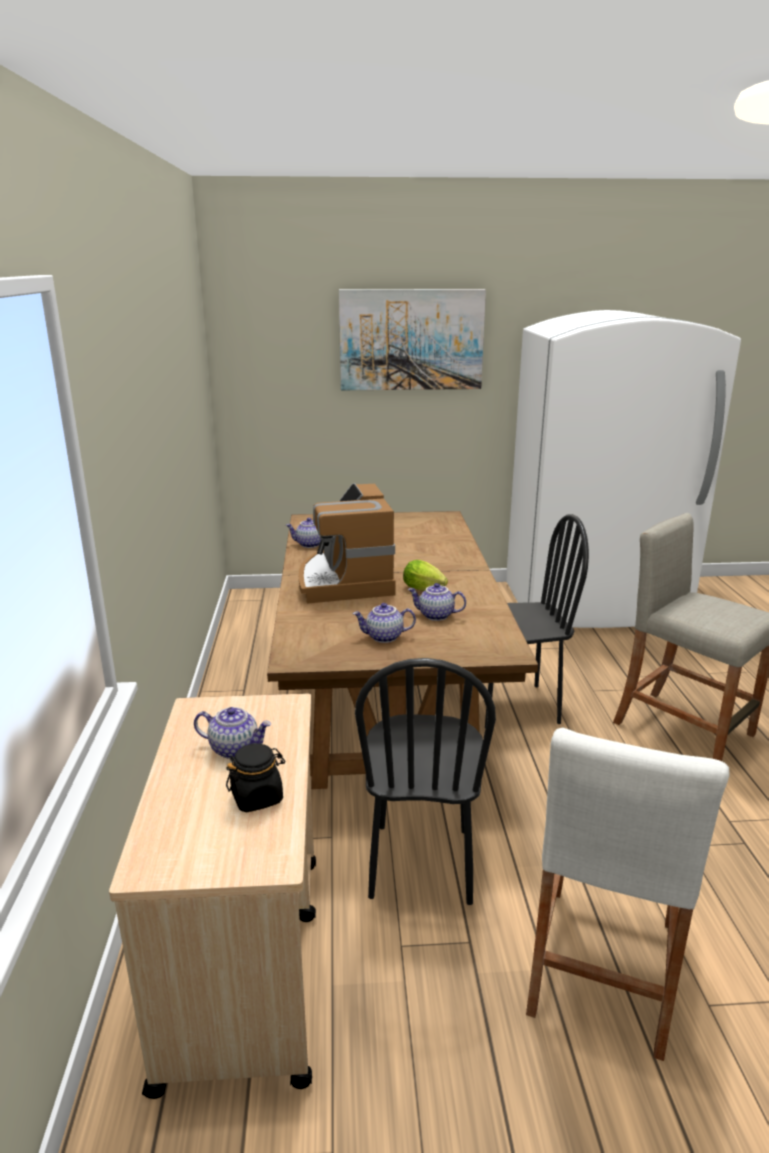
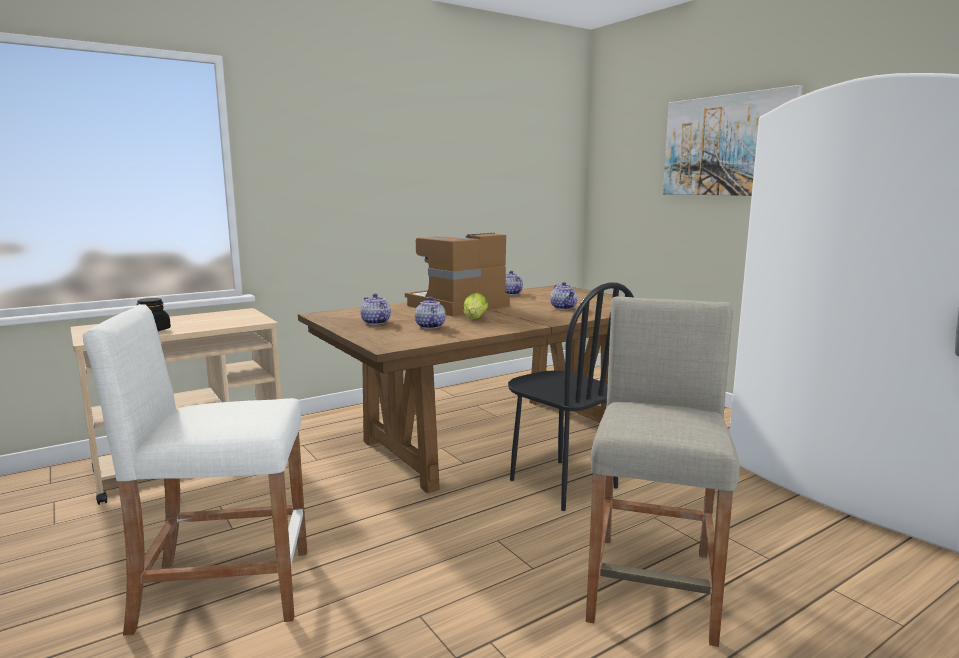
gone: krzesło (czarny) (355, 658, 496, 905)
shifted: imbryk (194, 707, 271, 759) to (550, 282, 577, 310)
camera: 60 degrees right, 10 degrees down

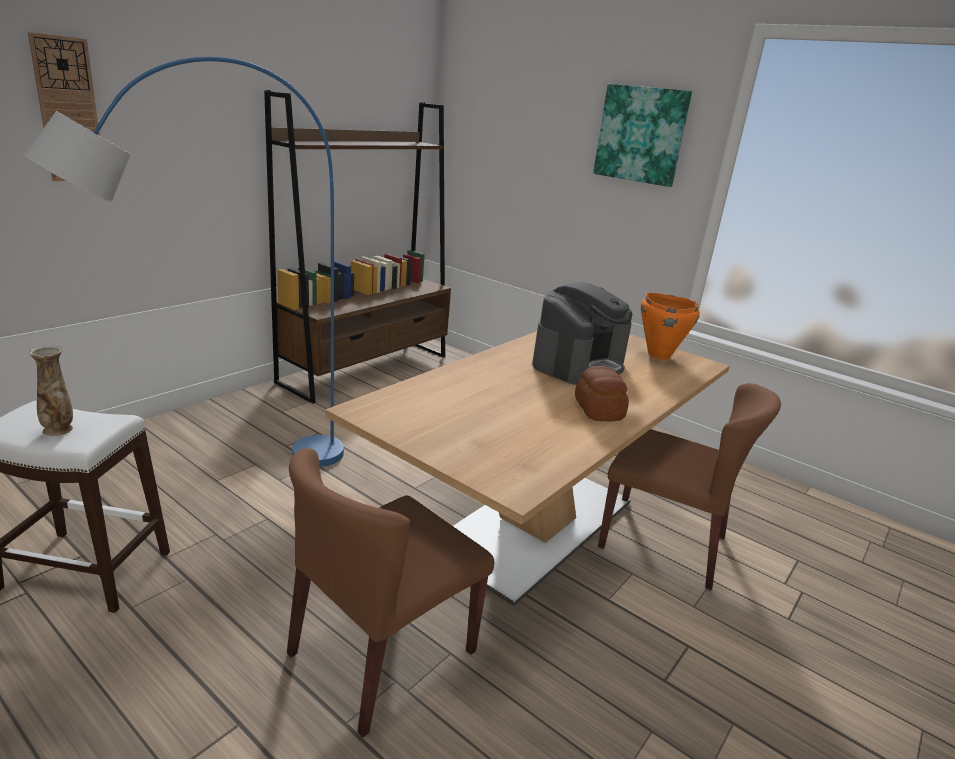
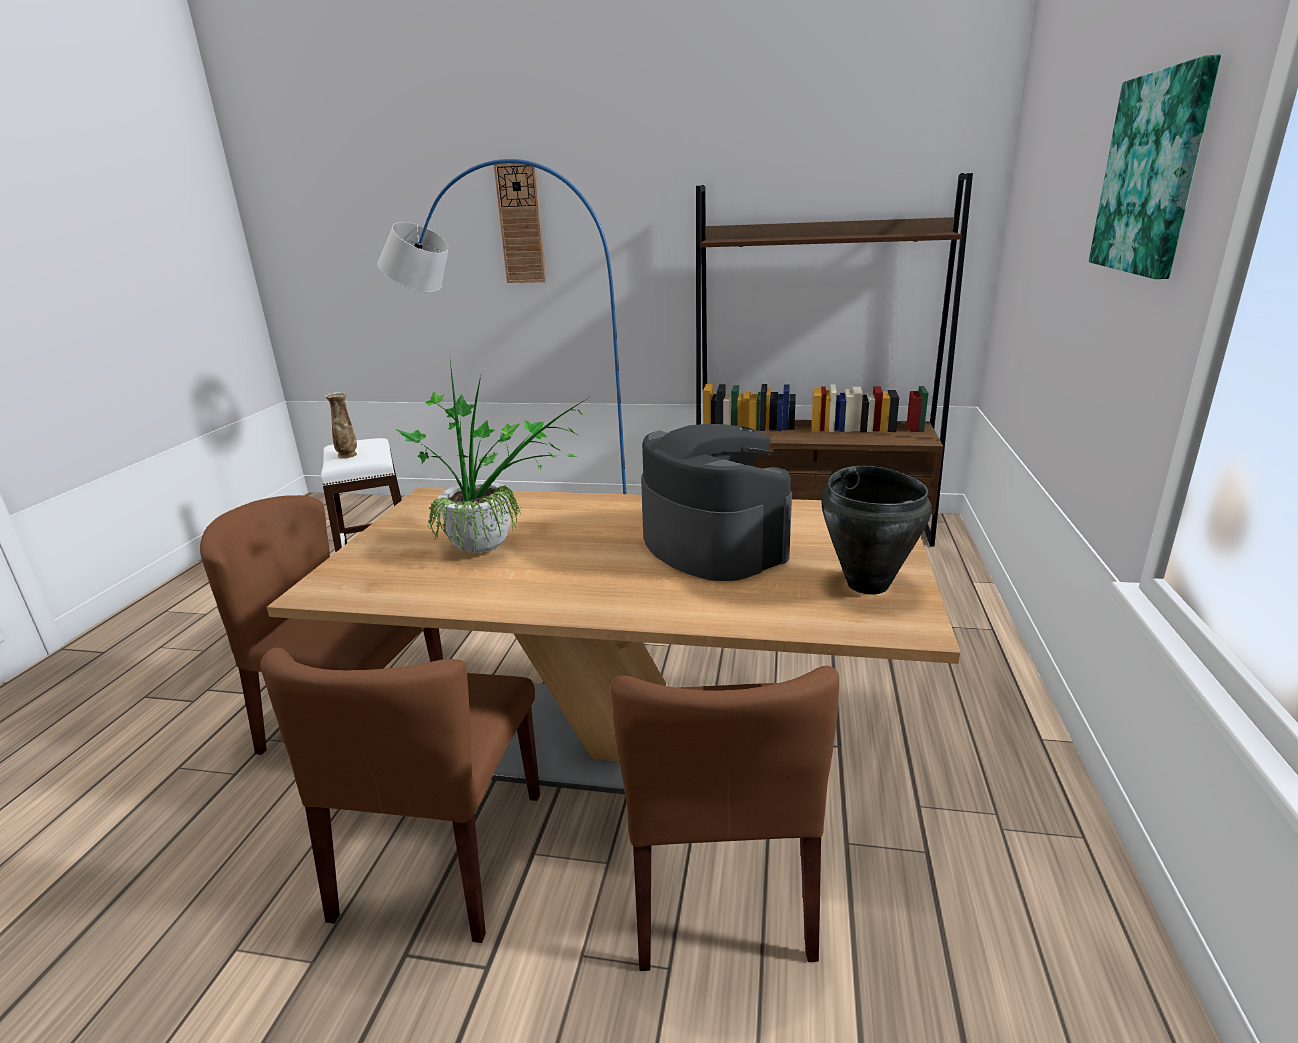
gone: chleb (575, 366, 629, 422)
new: krzesło (brązowy) (260, 647, 540, 943); roślina doniczkowa (396, 361, 586, 553)
repainted: garnek (pomarańczowy) (641, 293, 700, 360) to garnek (czarny) (821, 466, 932, 594)
rotated: ekspres do kawy (532, 281, 632, 385) = (641, 424, 792, 581) 135 degrees counterclockwise
camera: 65 degrees right, 0 degrees up

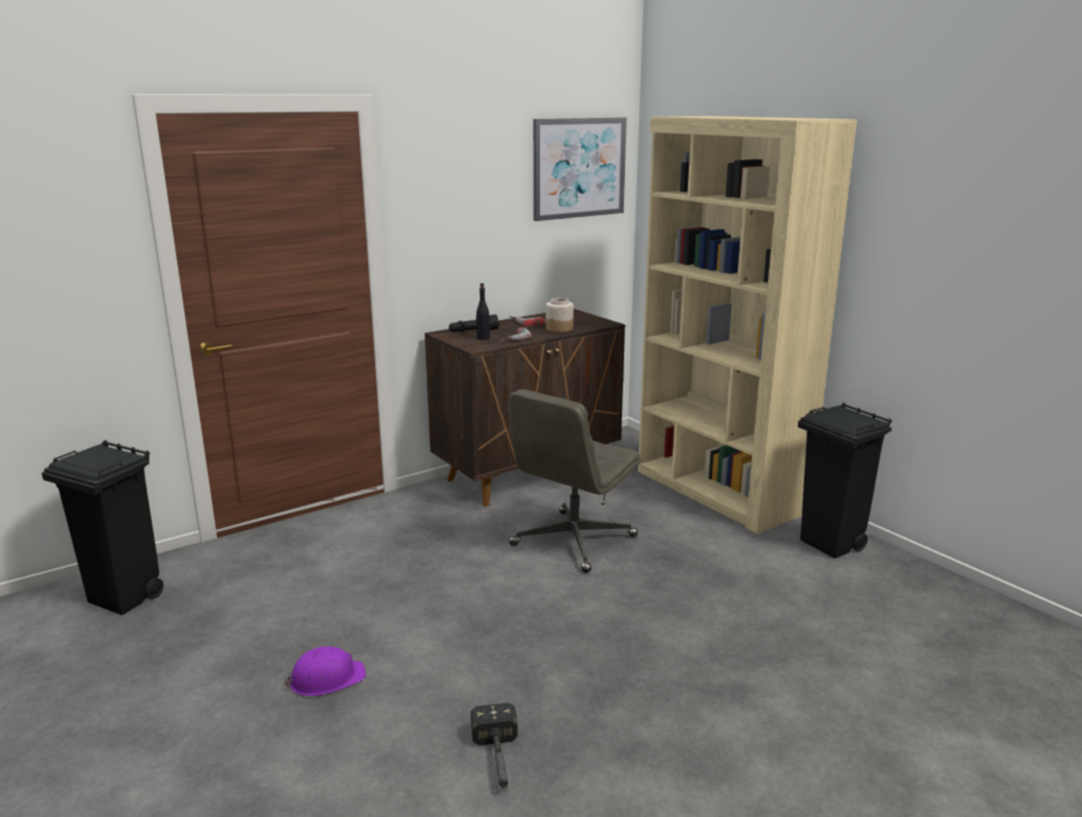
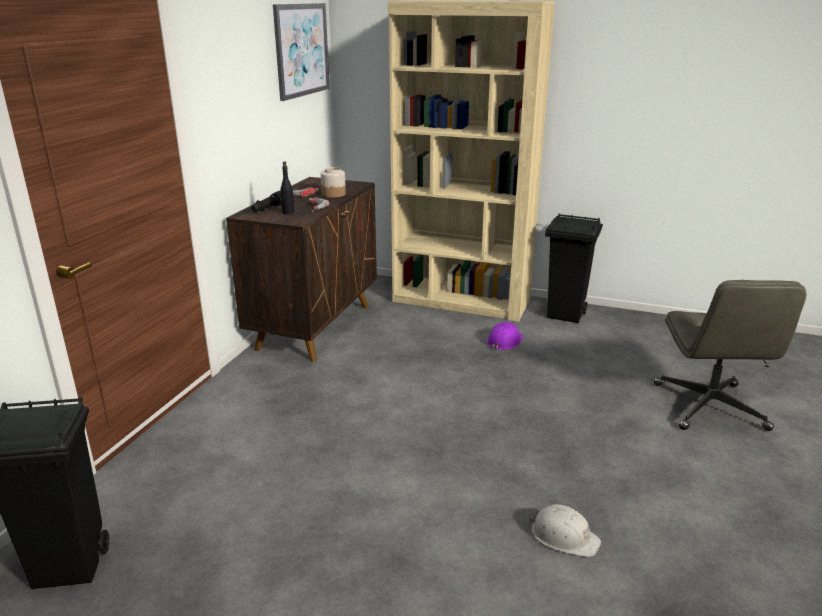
shifted: kask (fioletowy) (285, 647, 366, 696) to (487, 322, 523, 350); krzesło biurowe (szary) (509, 389, 641, 573) to (654, 280, 806, 431)
swapped: młotek (471, 703, 518, 791) to kask (biały) (529, 504, 601, 557)
camera: 35 degrees left, 5 degrees up

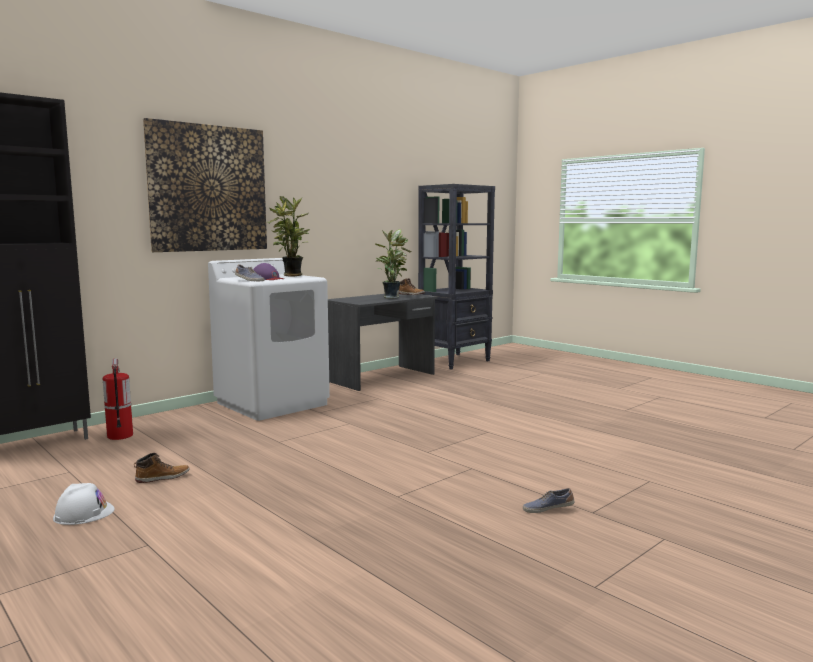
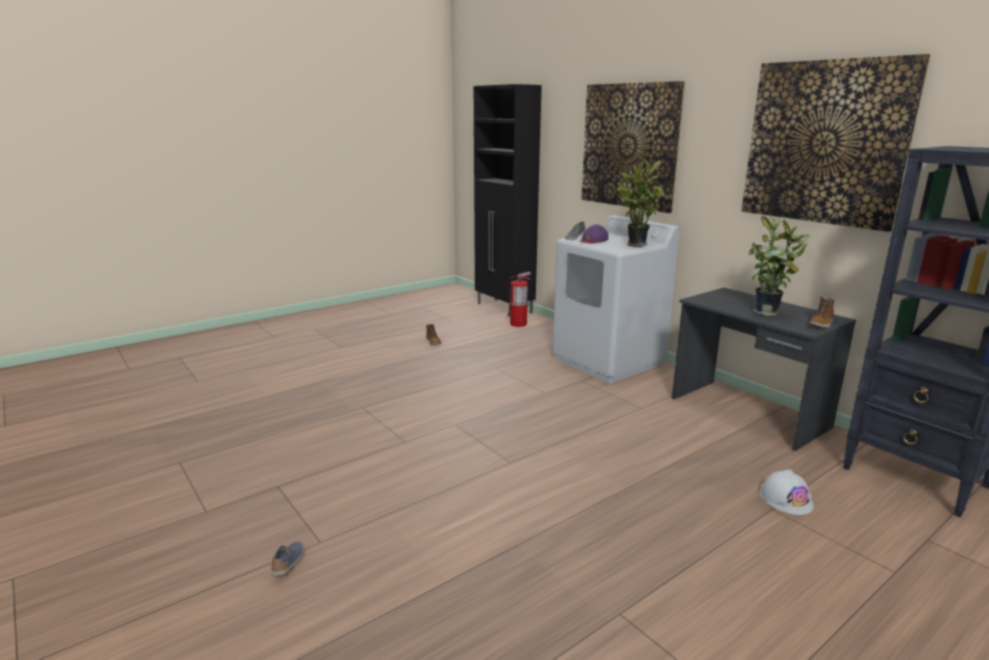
new: obraz (741, 54, 930, 232)
shifted: but (523, 488, 574, 513) to (271, 541, 305, 576); kask (biały) (53, 483, 115, 525) to (760, 469, 814, 515)
camera: 95 degrees right, 10 degrees up

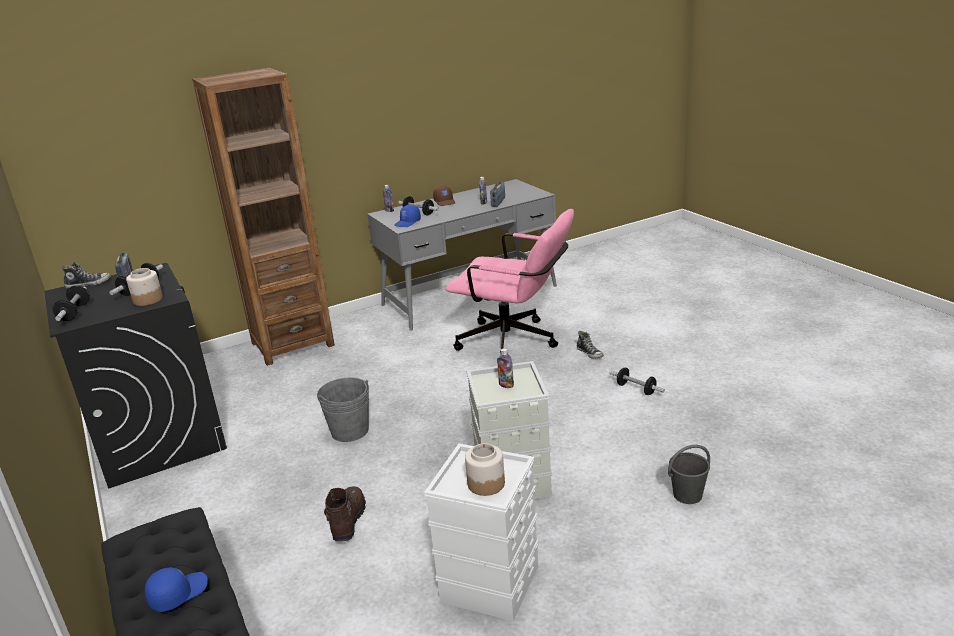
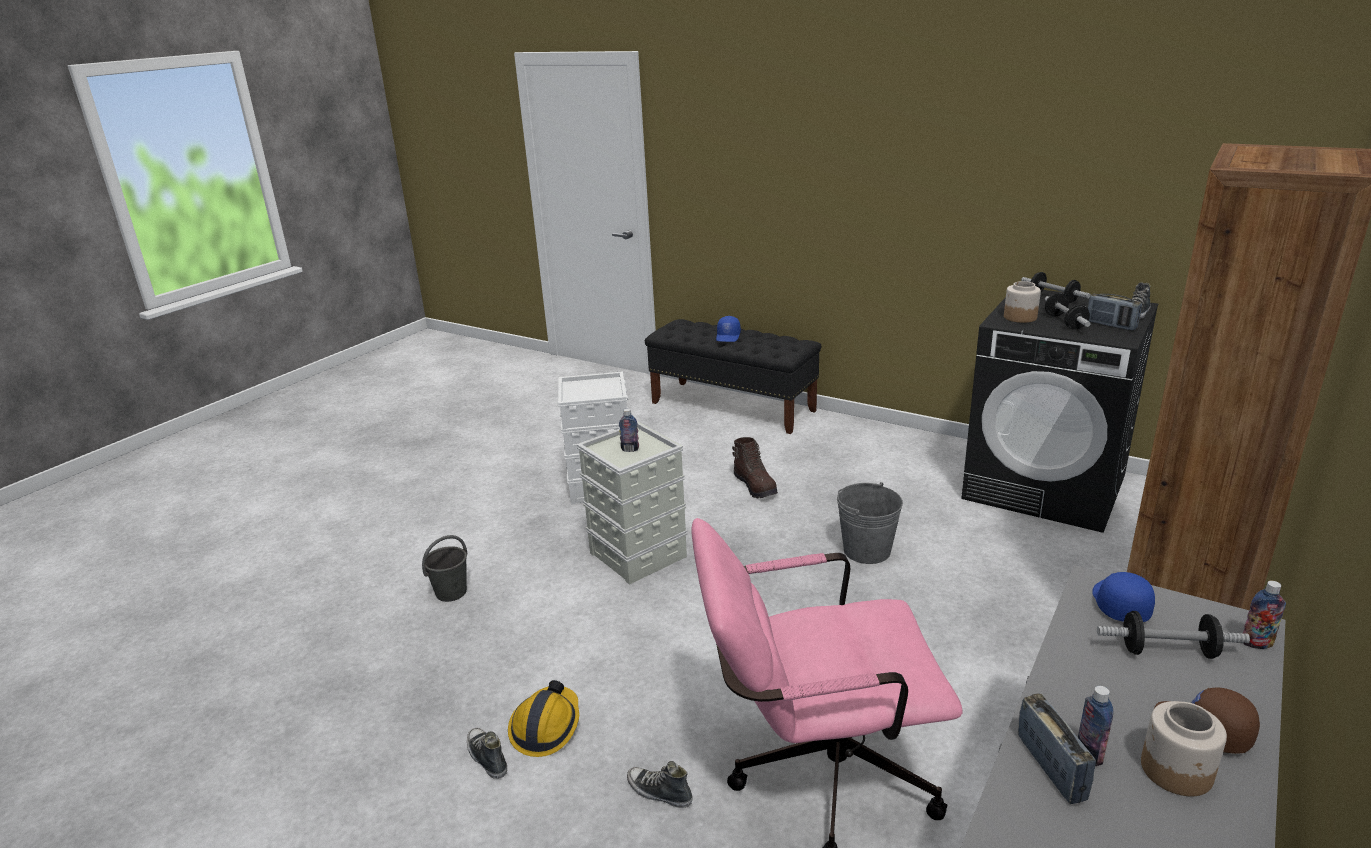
new: but (467, 728, 507, 779)
shifted: słoik (465, 443, 505, 496) to (1141, 701, 1227, 796)
swapped: hantel (609, 368, 665, 395) to kask (508, 680, 579, 757)
camera: 150 degrees right, 0 degrees up

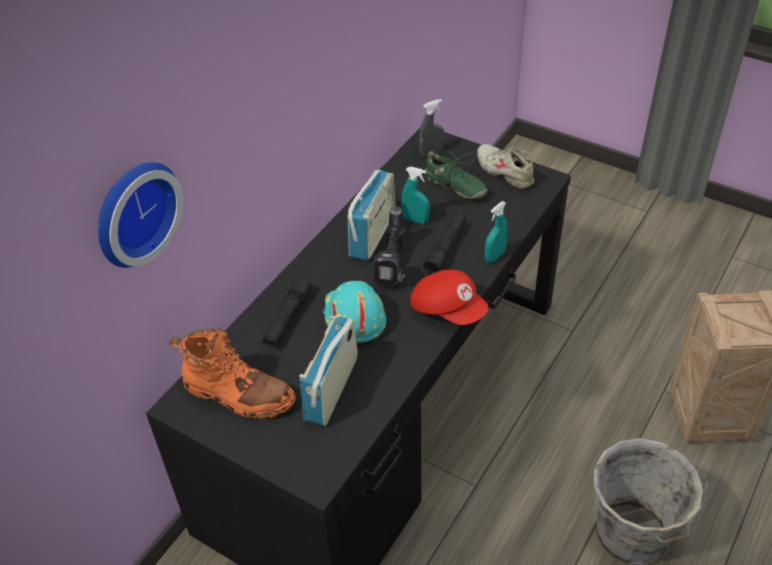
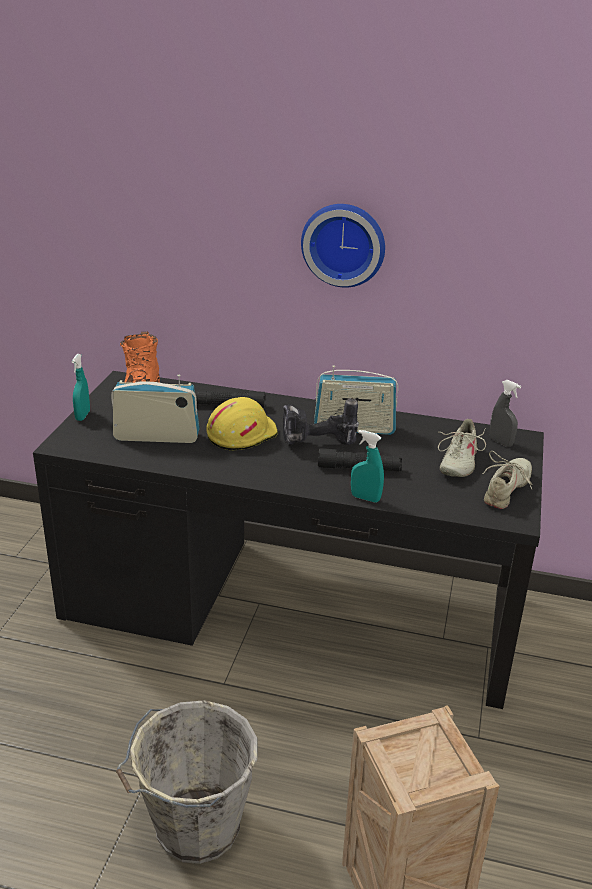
gone: czapka z daszkiem (czerwony) (410, 269, 488, 325)
shifted: spryskiwacz (turkusowy) (401, 167, 430, 224) to (72, 354, 90, 421); zegar ścienny (98, 162, 183, 268) to (301, 204, 385, 288)
repainted: kask (turkusowy) (323, 281, 386, 345) to kask (żółty) (206, 397, 278, 451); but (zielony) (424, 149, 487, 199) to but (beżowy) (438, 419, 486, 477)
camera: 70 degrees right, 15 degrees down

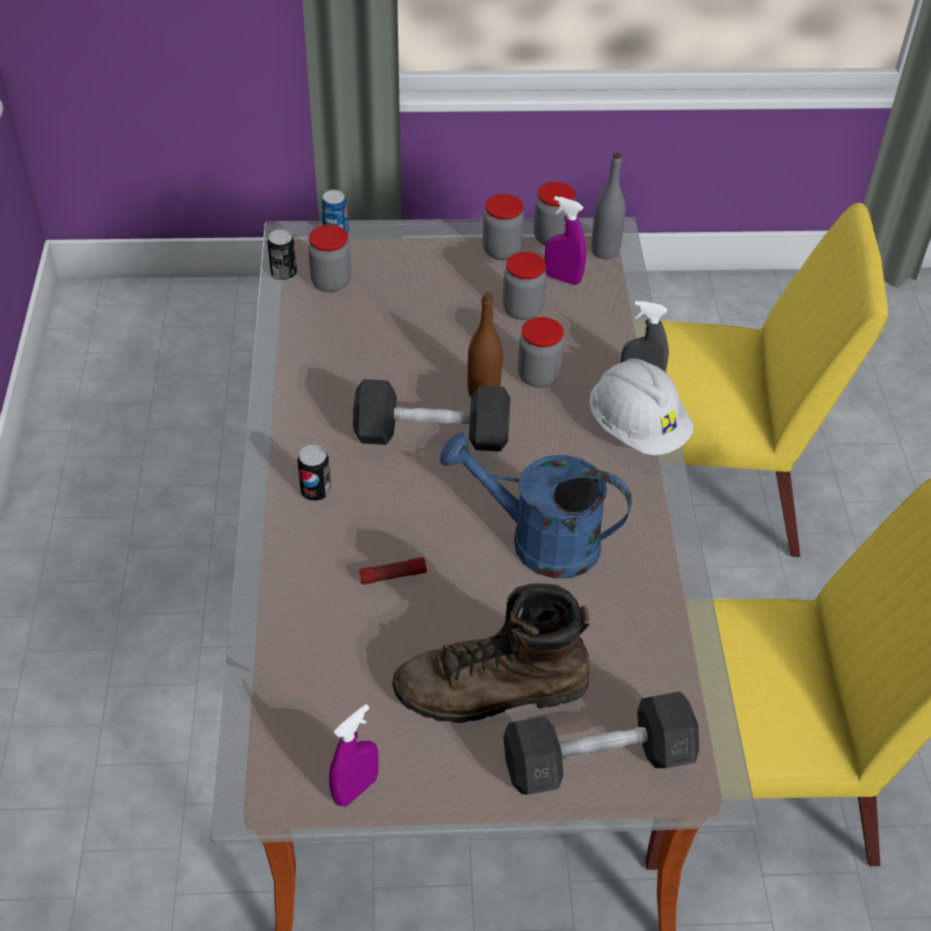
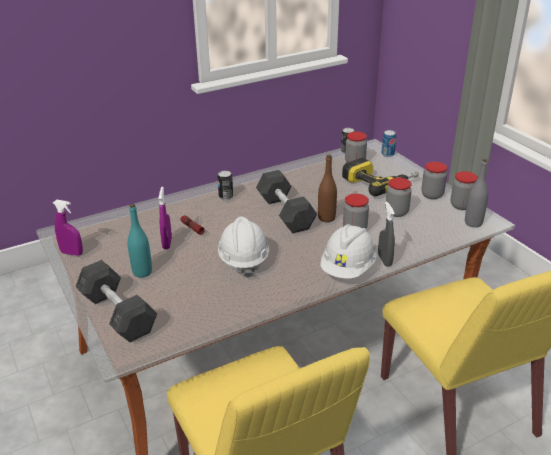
new: wiertarka (342, 157, 419, 197)
shifted: spryskiwacz (fioletowy) (545, 196, 586, 285) to (158, 187, 172, 249)
swapped: but z cholewką (brązowy) (392, 583, 590, 723) to butelka (turkusowy) (127, 204, 152, 278); konewka (niebieski) (440, 432, 632, 579) to kask (biały) (218, 216, 269, 278)
camera: 65 degrees right, 15 degrees down

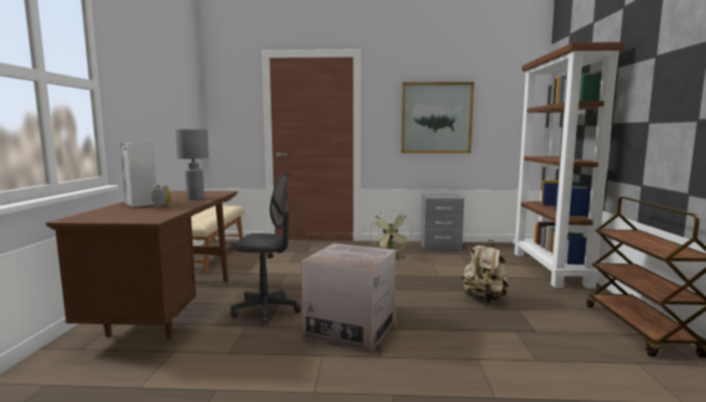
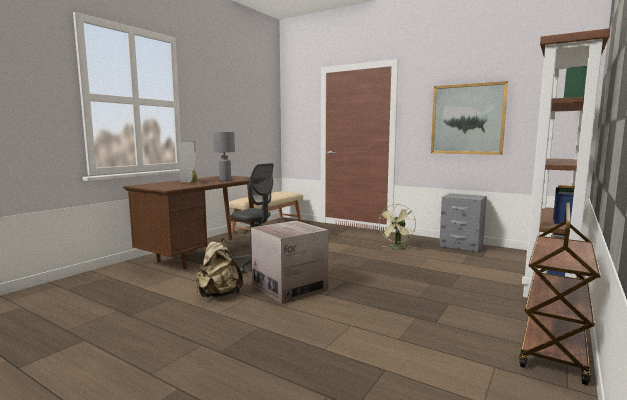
shifted: plecak (beżowy) (462, 240, 509, 303) to (196, 238, 243, 298)
camera: 30 degrees right, 0 degrees up

